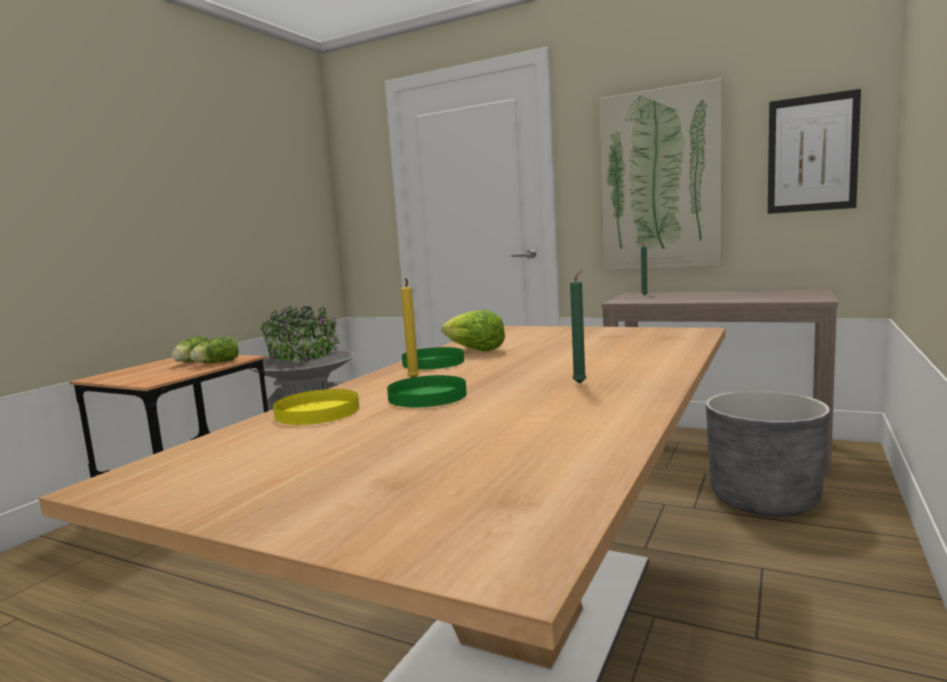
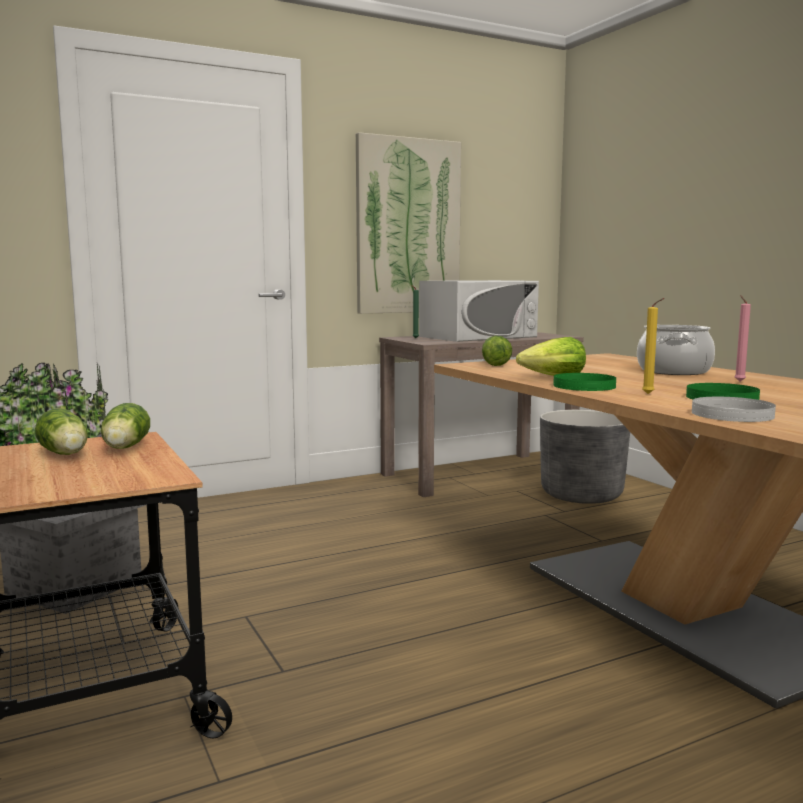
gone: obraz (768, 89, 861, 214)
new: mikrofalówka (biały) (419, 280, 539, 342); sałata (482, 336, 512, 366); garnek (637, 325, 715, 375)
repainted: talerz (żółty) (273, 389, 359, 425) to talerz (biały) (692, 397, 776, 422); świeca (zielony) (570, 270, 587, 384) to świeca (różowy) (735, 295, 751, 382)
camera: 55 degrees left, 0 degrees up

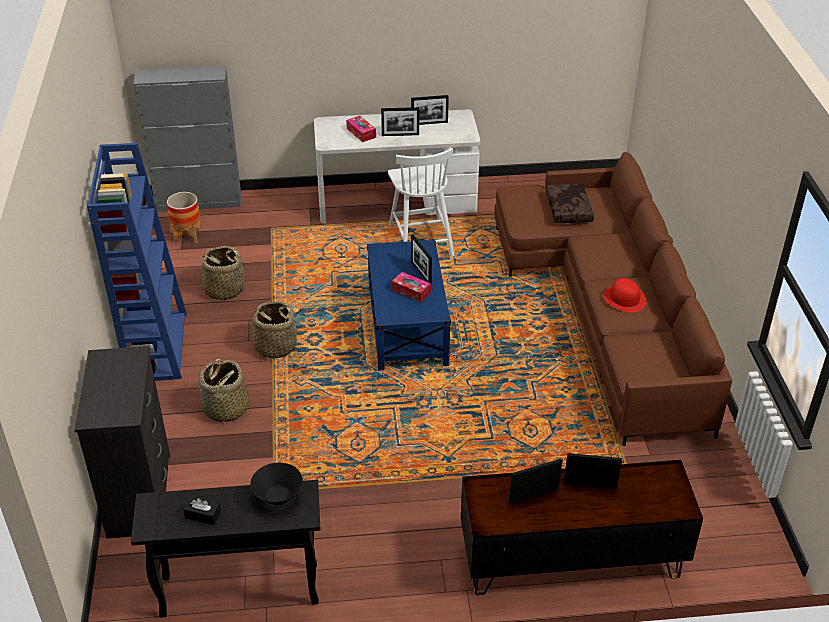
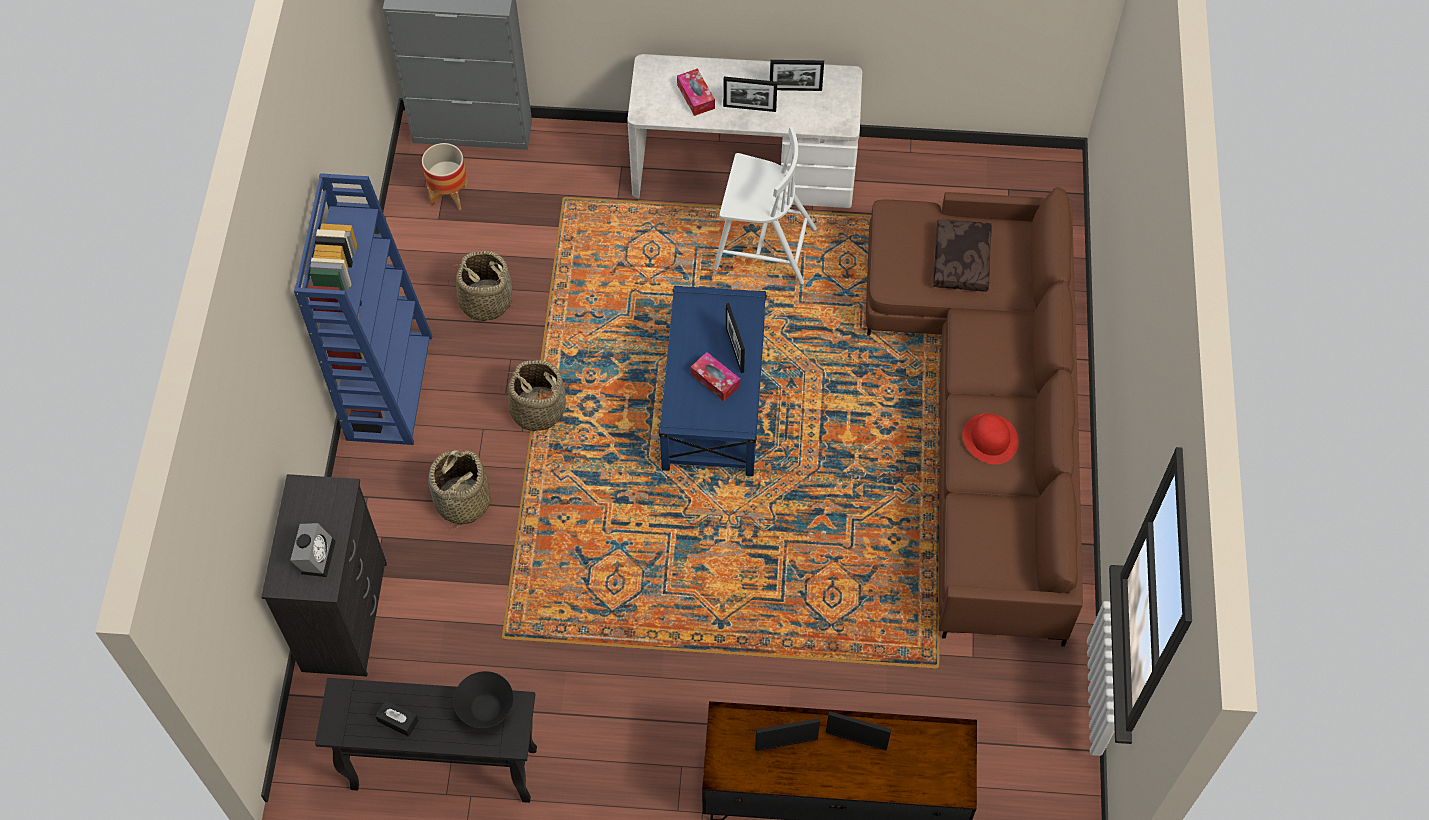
new: budzik (290, 523, 336, 577)
rotated: krzesło (biały) (388, 148, 454, 256) = (714, 126, 817, 284) 75 degrees counterclockwise
camera: 10 degrees right, 20 degrees up

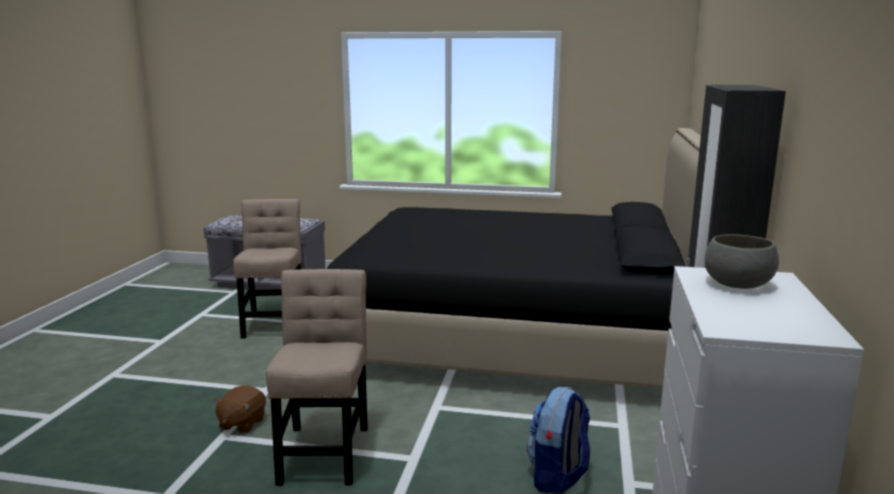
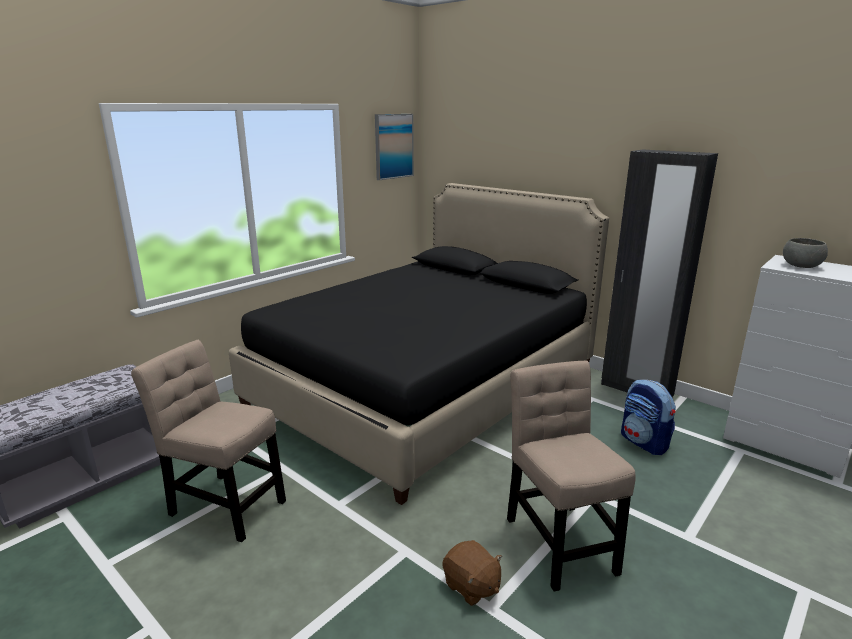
new: obraz (375, 114, 414, 180)
rotated: krzesło (beżowy) (266, 269, 368, 486) = (507, 360, 636, 591) 45 degrees clockwise
camera: 60 degrees left, 5 degrees up

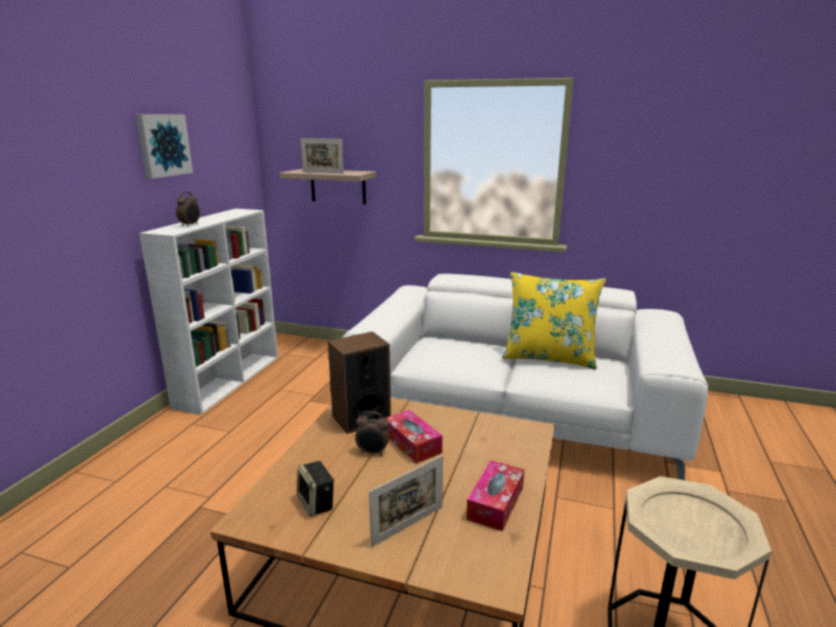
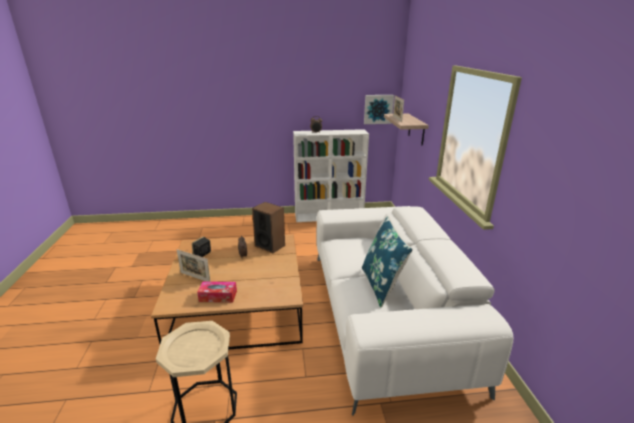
gone: pudełko chusteczek (386, 410, 442, 464)
shifted: obraz (136, 114, 193, 179) to (364, 95, 394, 124)
repainted: poduszka (żółty) (502, 272, 606, 370) to poduszka (niebieski) (362, 216, 413, 308)
camera: 65 degrees right, 5 degrees up

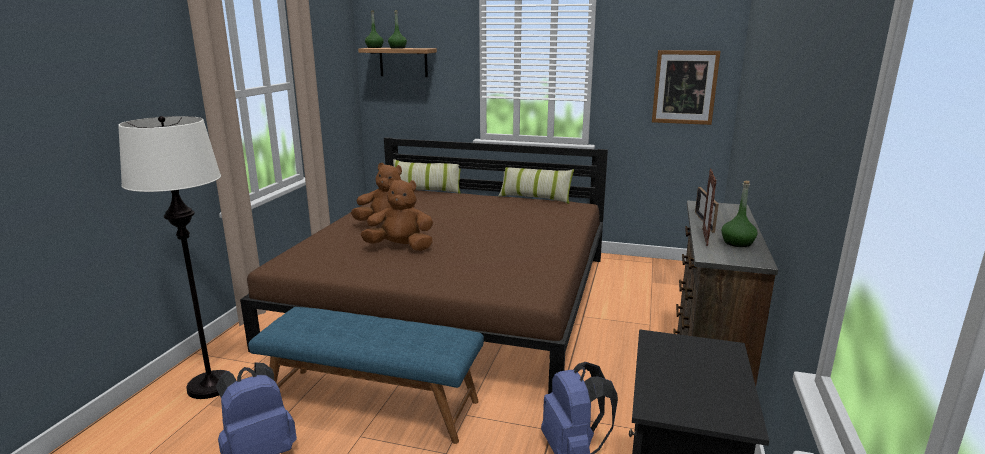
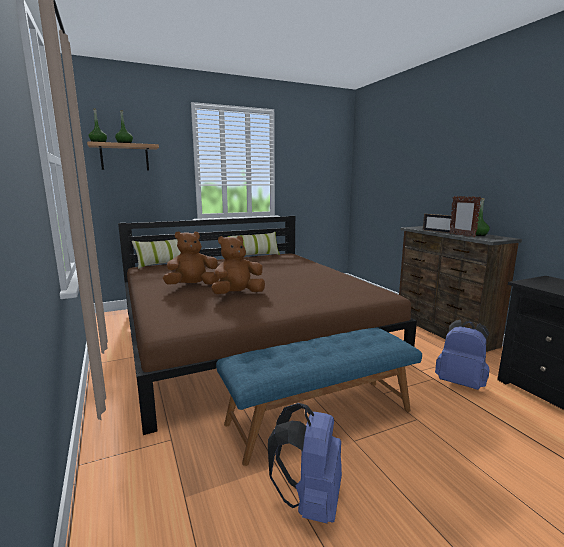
gone: lampa stojąca (biały) (118, 116, 226, 399); obraz (652, 50, 721, 125)
camera: 40 degrees left, 5 degrees down

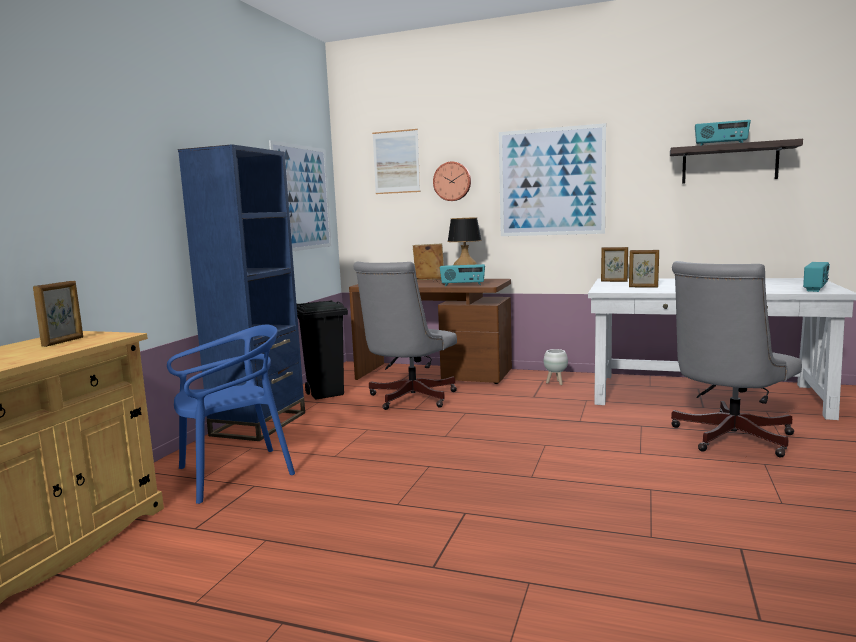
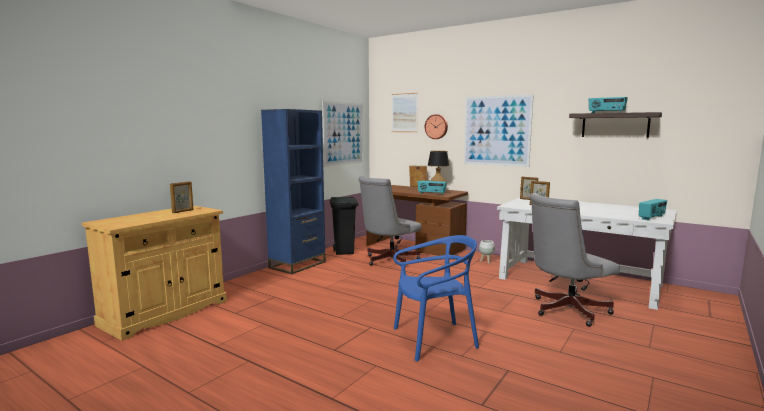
shifted: krzesło (niebieski) (167, 325, 295, 504) to (393, 235, 479, 361)
camera: 15 degrees right, 0 degrees up

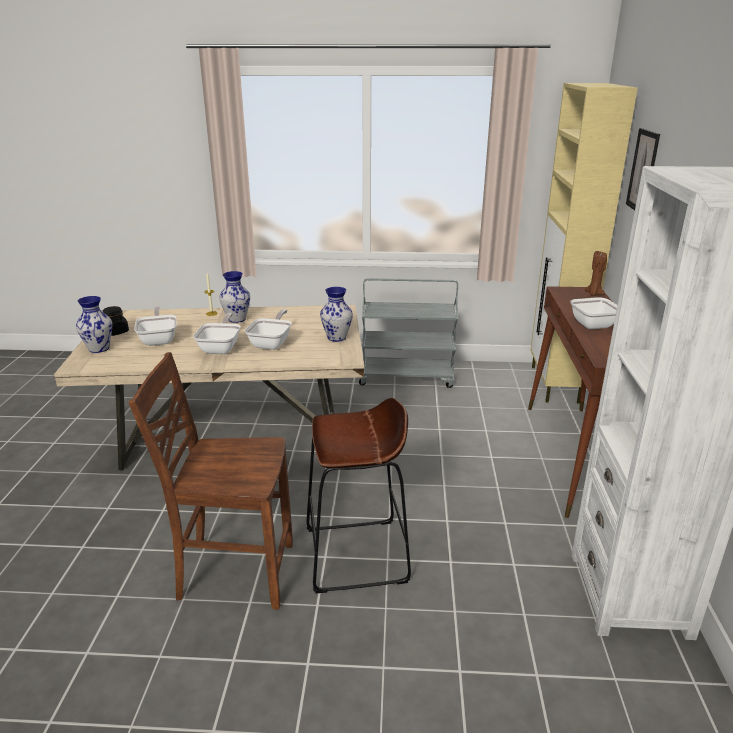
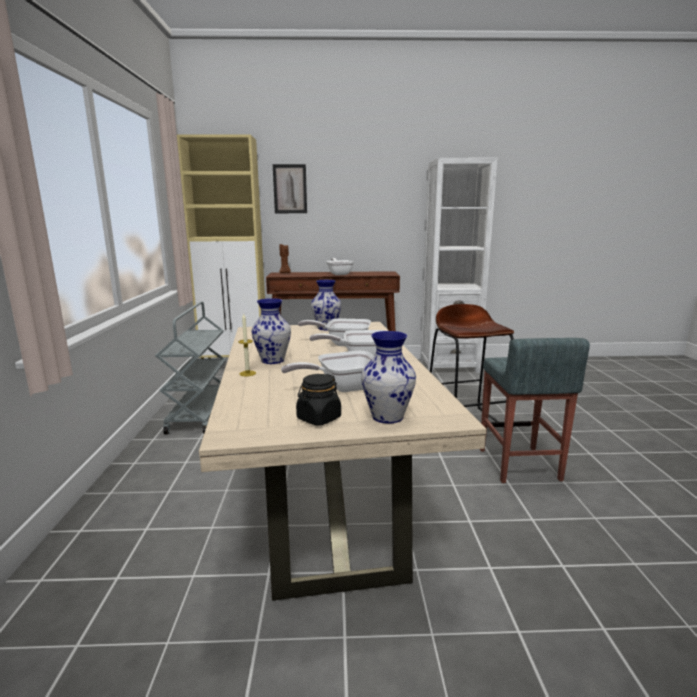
swapped: krzesło (brązowy) (129, 352, 293, 610) to stołek (szary) (480, 338, 590, 483)
camera: 95 degrees left, 10 degrees down

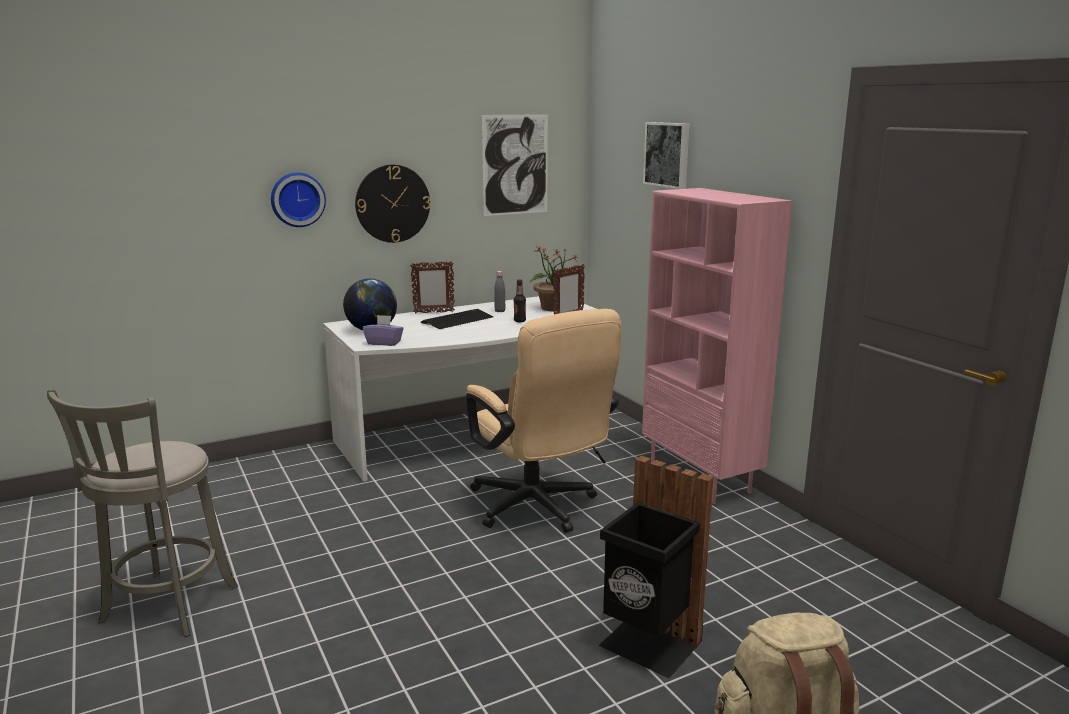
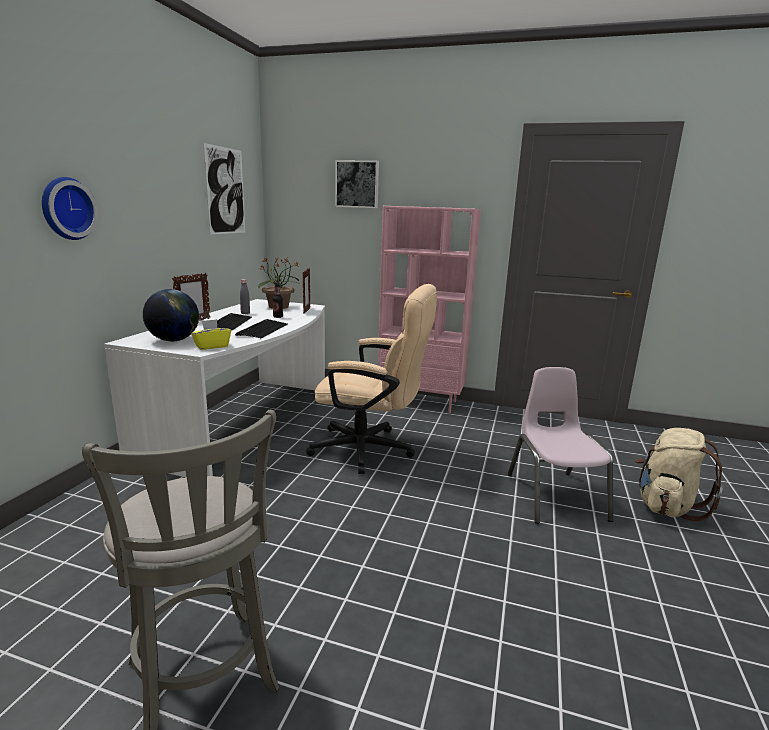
gone: zegar ścienny (355, 165, 431, 243)
new: klawiatura (235, 319, 288, 338)
swapped: kosz na śmieci (czarny) (599, 456, 713, 678) to krzesło (różowy) (508, 367, 613, 524)
repainted: pudełko chusteczek (fioletowy) (363, 315, 404, 346) to pudełko chusteczek (żółty) (191, 319, 231, 350)
camera: 45 degrees left, 0 degrees up

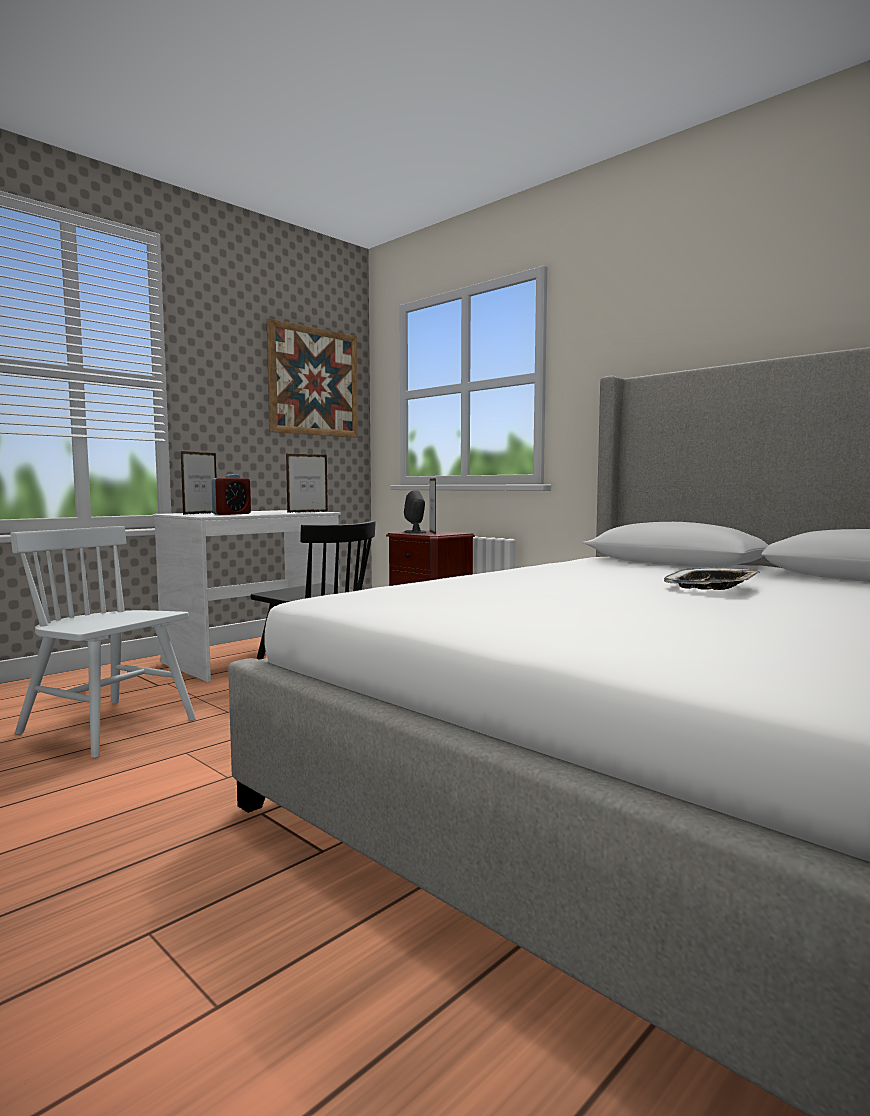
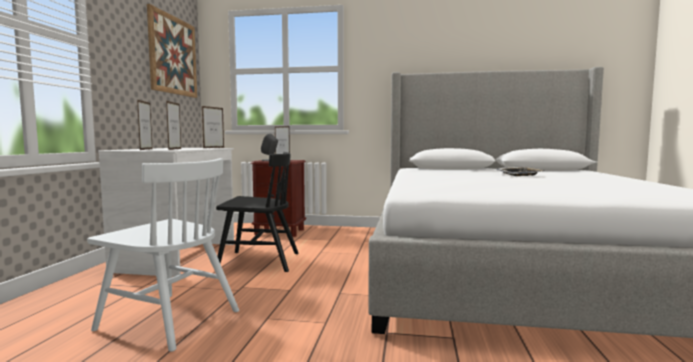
swapped: budzik (212, 474, 251, 515) to ramka na zdjęcie (166, 101, 181, 150)
rotated: krzesło (biały) (10, 526, 196, 758) = (87, 158, 239, 352) 150 degrees counterclockwise
camera: 35 degrees left, 0 degrees up

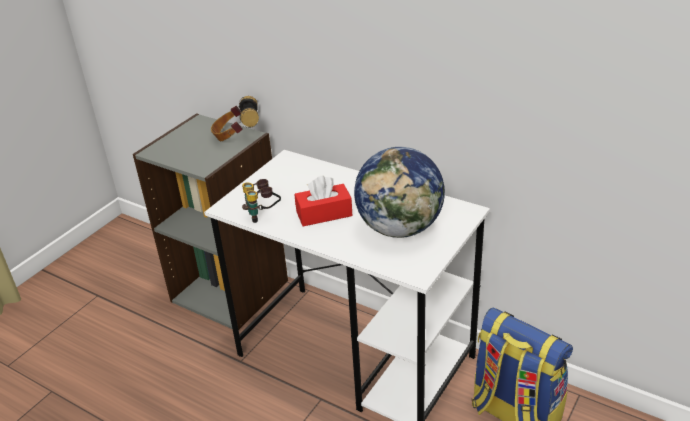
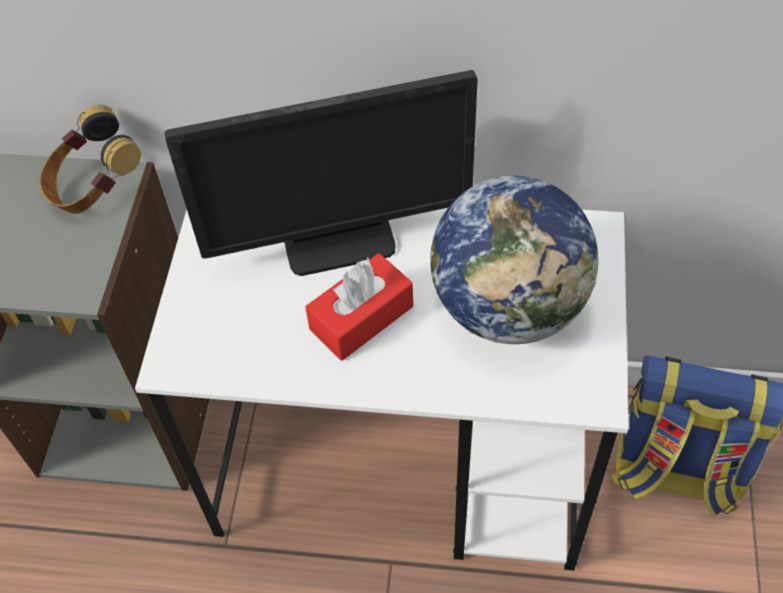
gone: lornetka (242, 179, 281, 223)
new: monitor (164, 70, 478, 276)
camera: 25 degrees left, 20 degrees up

